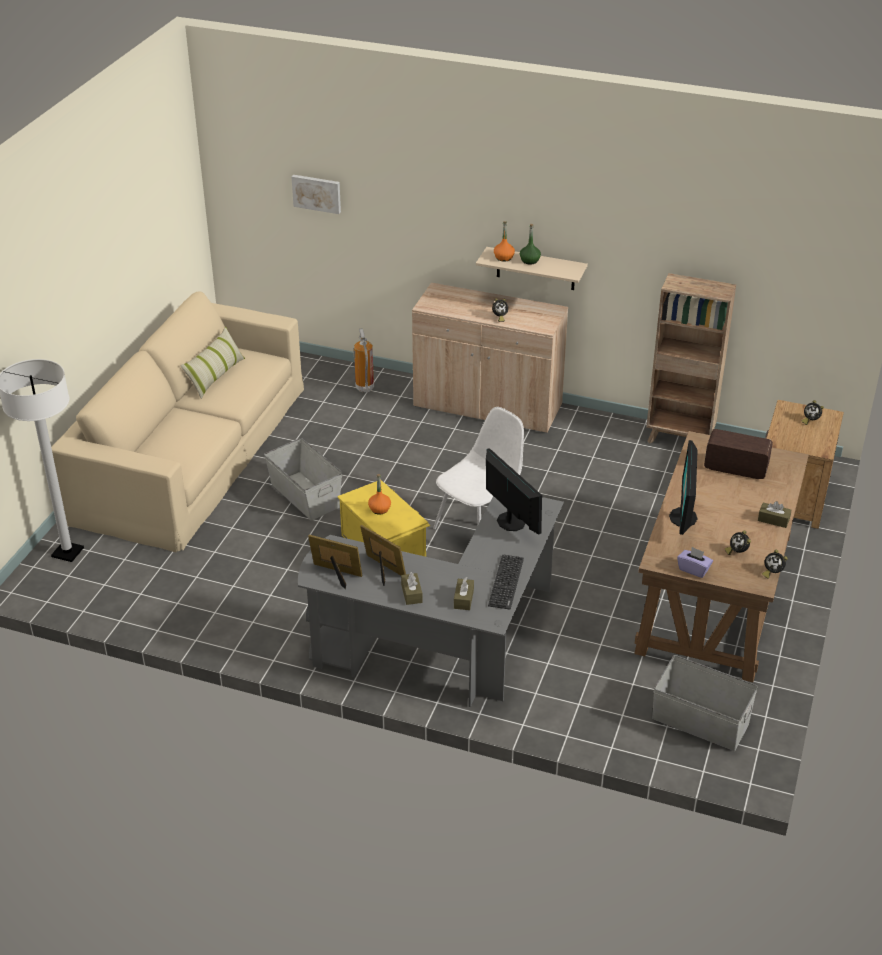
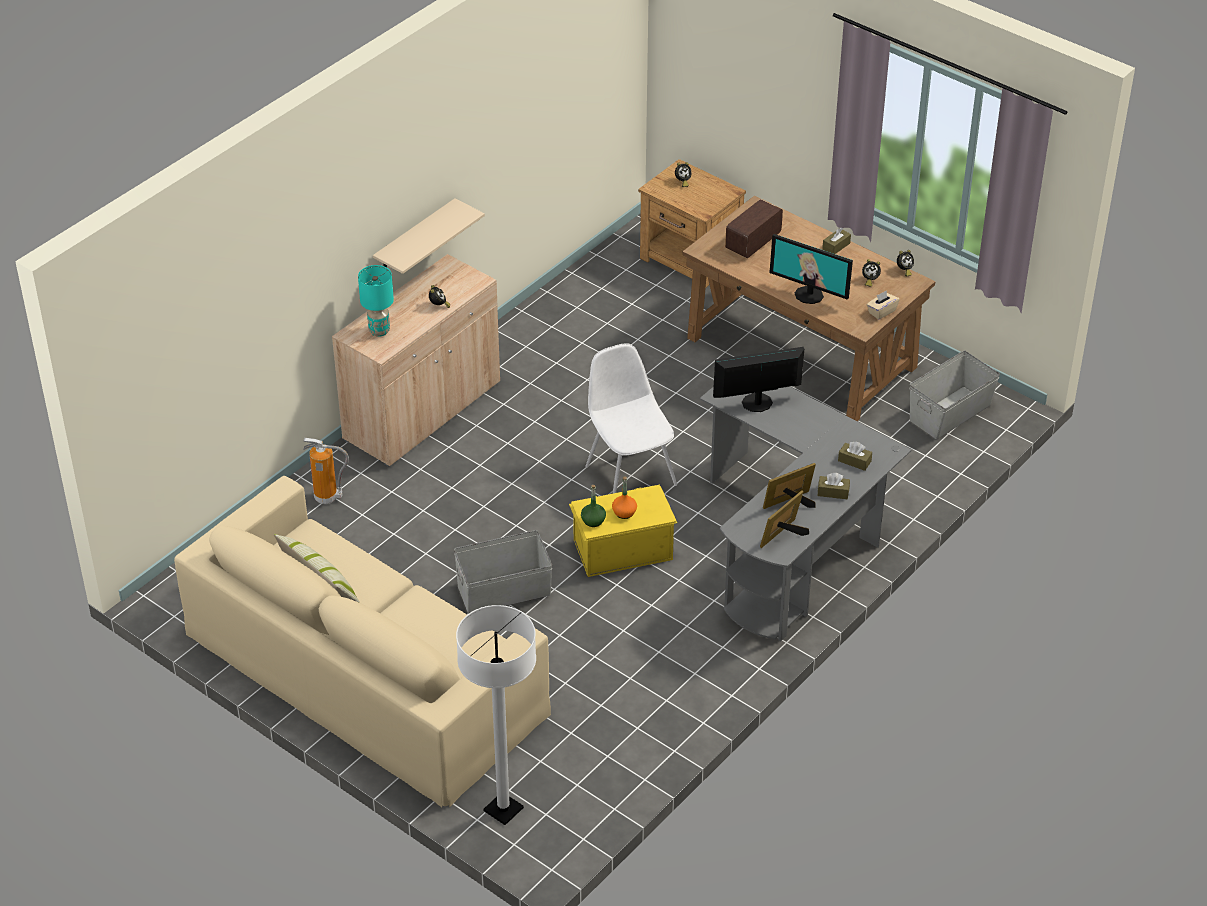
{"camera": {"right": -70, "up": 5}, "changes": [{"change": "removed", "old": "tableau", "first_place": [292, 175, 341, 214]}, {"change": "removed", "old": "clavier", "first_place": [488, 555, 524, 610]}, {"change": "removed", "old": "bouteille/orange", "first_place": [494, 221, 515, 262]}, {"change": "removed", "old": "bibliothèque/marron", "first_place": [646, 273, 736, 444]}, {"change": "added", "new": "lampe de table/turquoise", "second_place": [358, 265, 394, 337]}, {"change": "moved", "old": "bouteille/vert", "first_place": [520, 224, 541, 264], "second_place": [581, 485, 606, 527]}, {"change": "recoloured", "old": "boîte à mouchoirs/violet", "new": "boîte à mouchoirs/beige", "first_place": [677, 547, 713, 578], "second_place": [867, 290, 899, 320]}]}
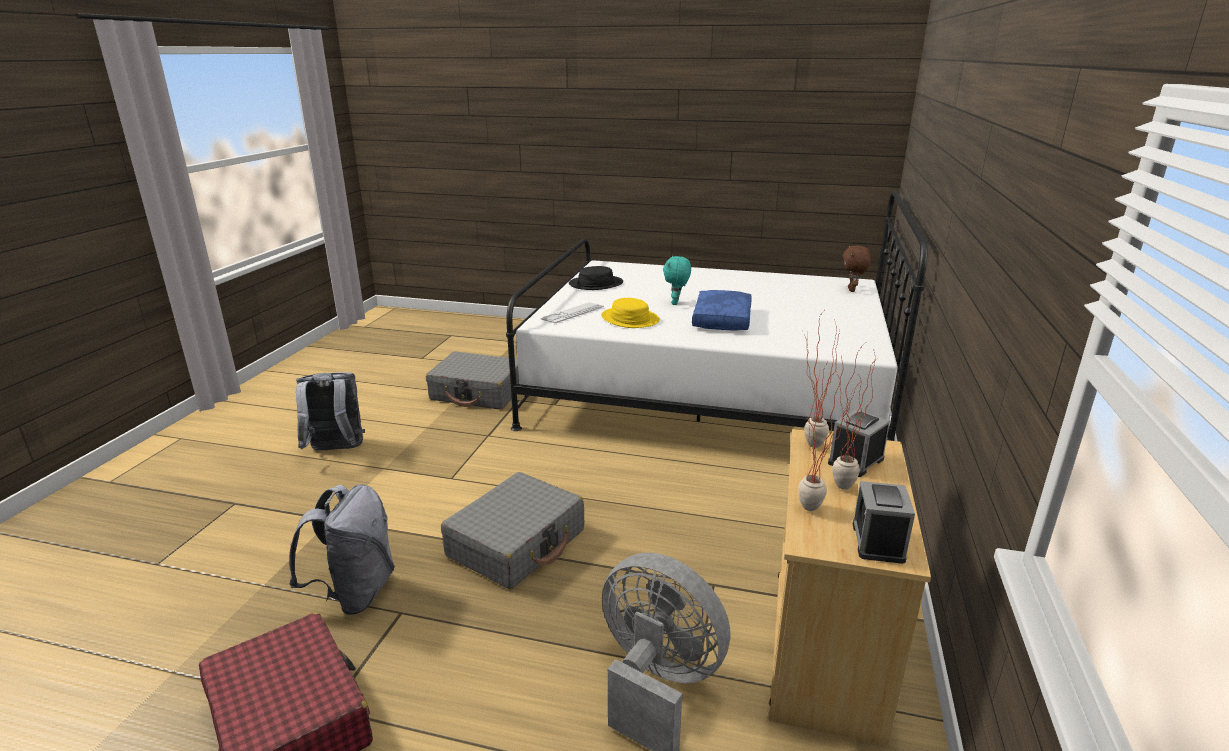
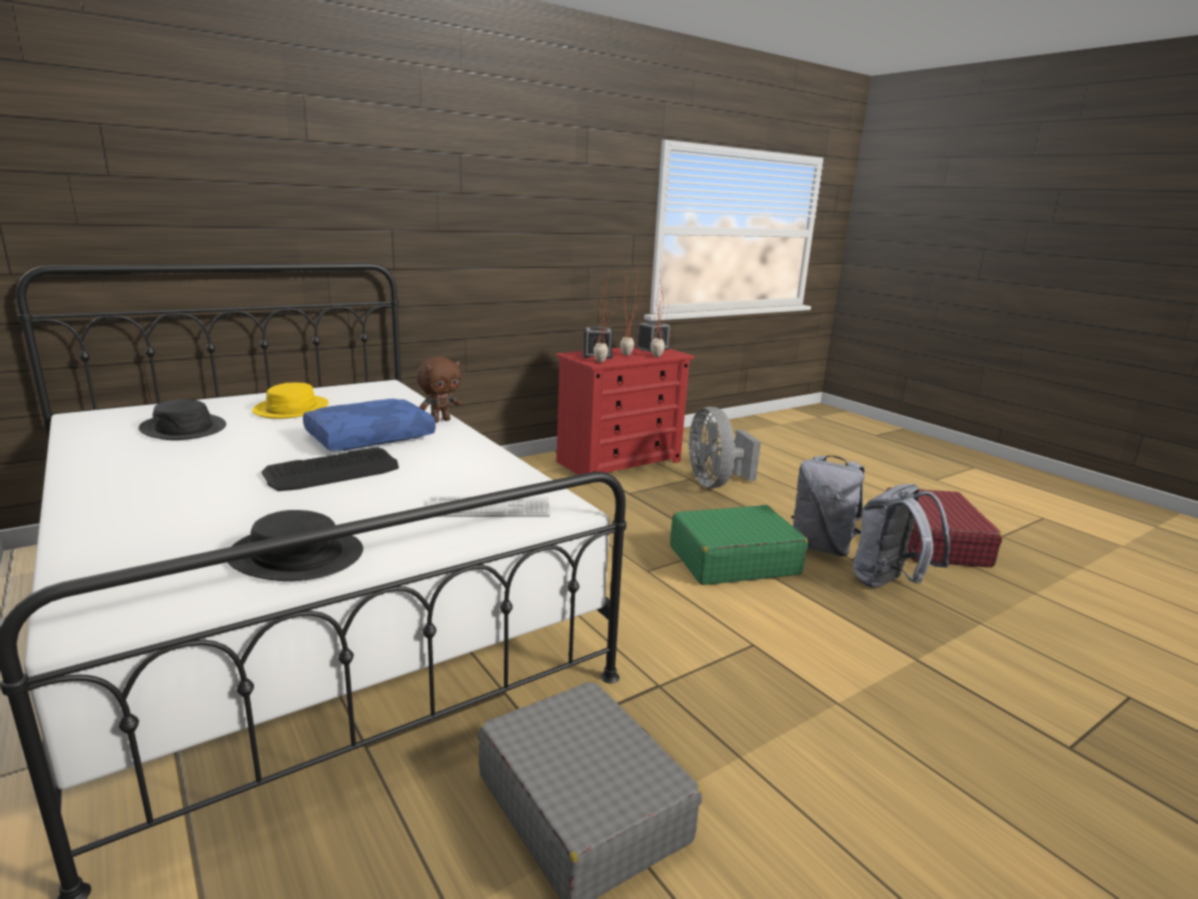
{"camera": {"right": -140, "up": -5}, "changes": [{"change": "added", "new": "chapeau/noir", "second_place": [139, 399, 226, 440]}, {"change": "moved", "old": "sac à dos/gris", "first_place": [296, 372, 365, 451], "second_place": [792, 455, 864, 556]}, {"change": "moved", "old": "chapeau/jaune", "first_place": [601, 298, 660, 328], "second_place": [252, 383, 329, 419]}, {"change": "moved", "old": "peluche/marron", "first_place": [843, 245, 871, 292], "second_place": [416, 357, 461, 423]}, {"change": "replaced", "old": "peluche/turquoise", "new": "clavier", "first_place": [663, 256, 691, 305], "second_place": [262, 448, 399, 491]}, {"change": "recoloured", "old": "valise/gris", "new": "valise/vert", "first_place": [441, 472, 584, 589], "second_place": [670, 505, 808, 585]}, {"change": "recoloured", "old": "commode/beige", "new": "commode/rouge", "first_place": [769, 429, 931, 746], "second_place": [556, 346, 695, 475]}]}
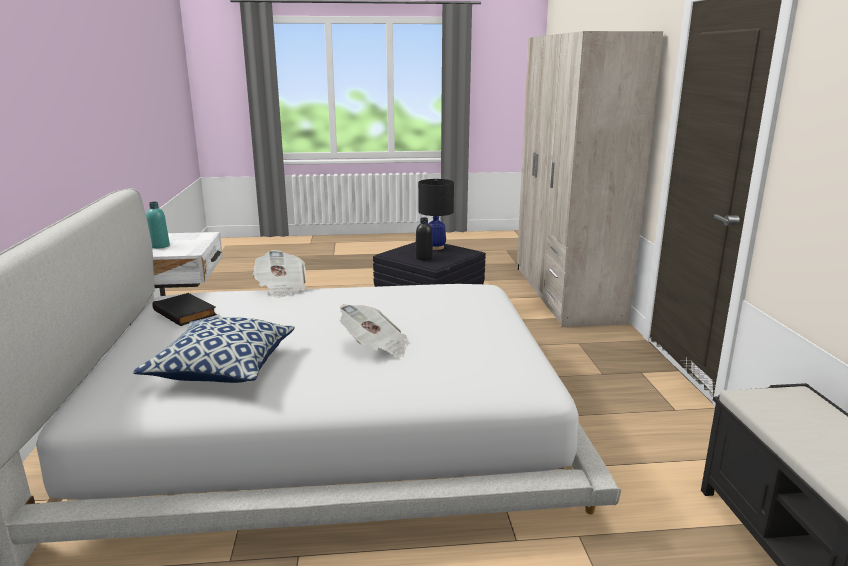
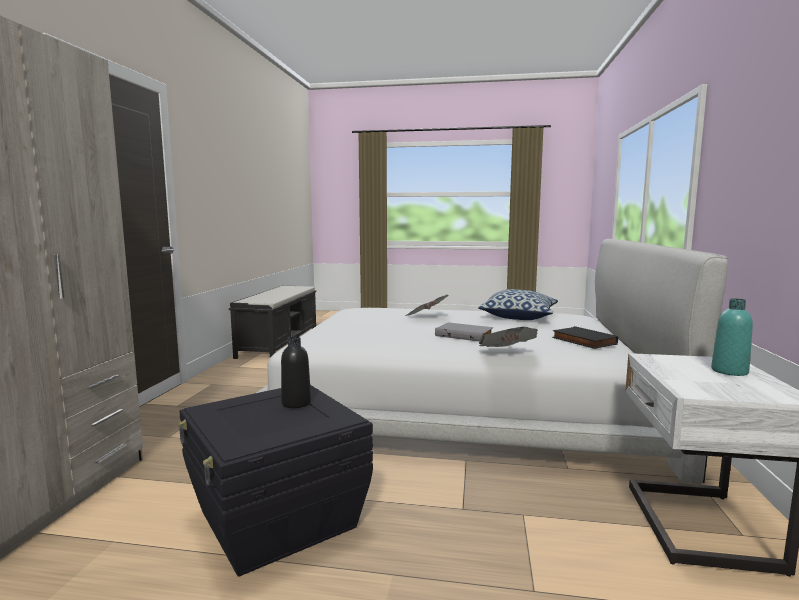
{"camera": {"right": -165, "up": -10}, "changes": [{"change": "removed", "old": "lampe de table/noir", "first_place": [418, 179, 454, 250]}, {"change": "added", "new": "livre/gris", "second_place": [435, 322, 493, 341]}]}
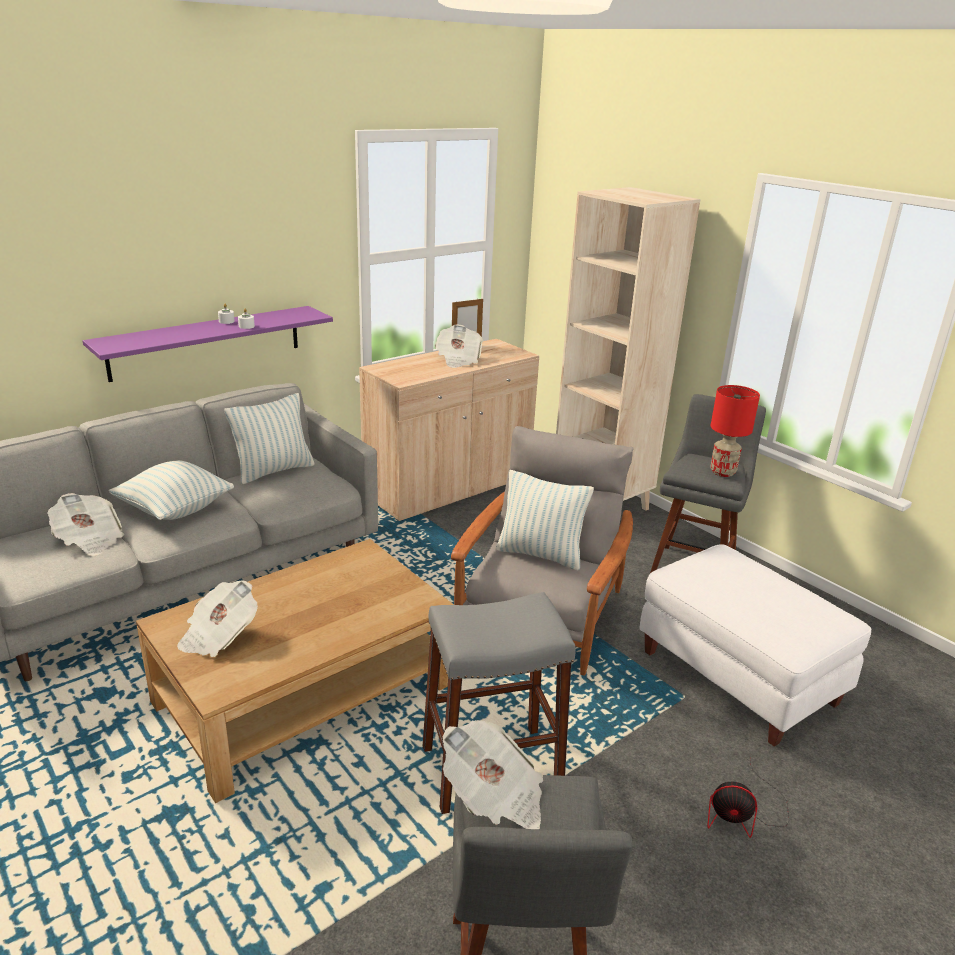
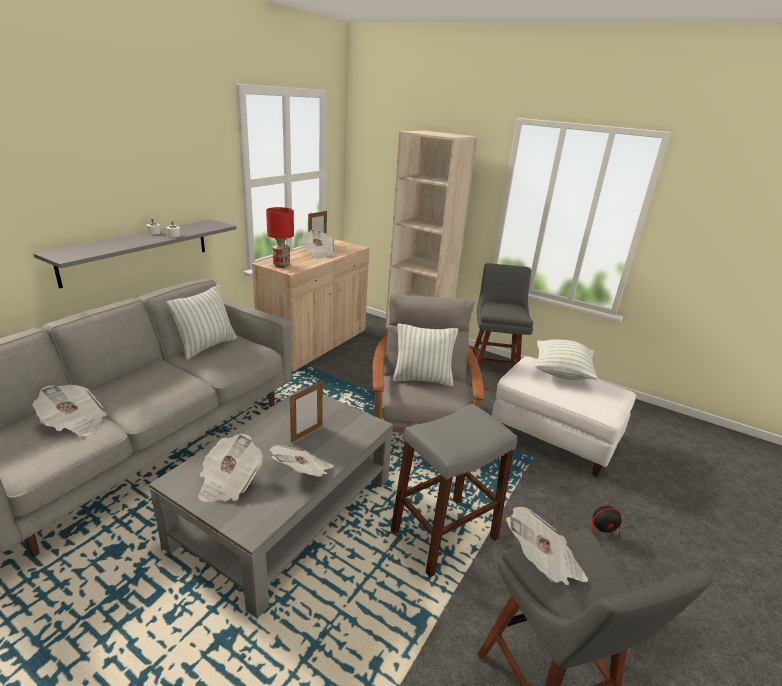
{"camera": {"right": -20, "up": 0}, "changes": [{"change": "added", "new": "journal", "second_place": [270, 445, 334, 477]}, {"change": "added", "new": "cadre photo", "second_place": [290, 381, 323, 443]}, {"change": "moved", "old": "coussin", "first_place": [109, 460, 234, 520], "second_place": [535, 339, 597, 380]}, {"change": "moved", "old": "lampe de table/rouge", "first_place": [710, 385, 760, 477], "second_place": [266, 207, 294, 268]}, {"change": "recoloured", "old": "étagère/violet", "new": "étagère/gris", "first_place": [82, 306, 333, 382], "second_place": [33, 219, 237, 288]}, {"change": "recoloured", "old": "table basse/marron", "new": "table basse/gris", "first_place": [136, 539, 454, 803], "second_place": [149, 386, 393, 618]}]}
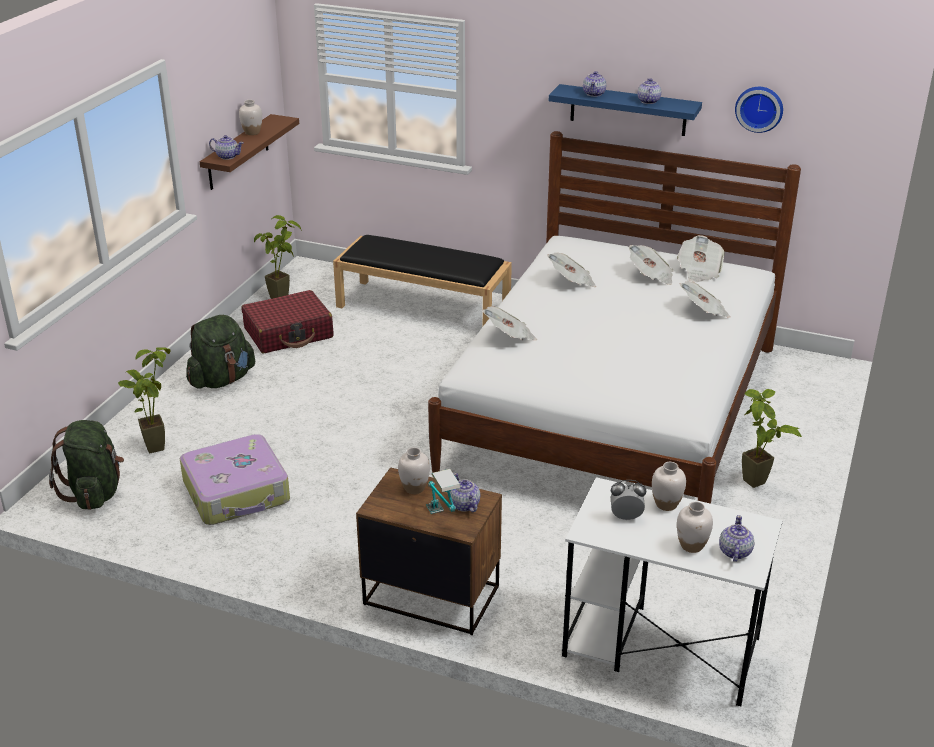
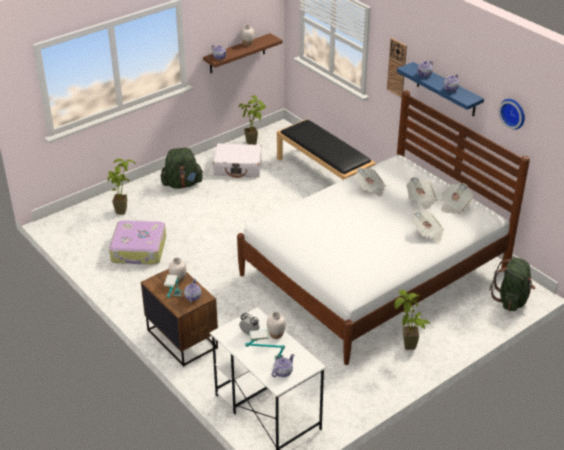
{"camera": {"right": 30, "up": 5}, "changes": [{"change": "removed", "old": "journal", "first_place": [482, 307, 538, 340]}, {"change": "added", "new": "horloge murale", "second_place": [387, 38, 407, 98]}, {"change": "moved", "old": "sac à dos/vert", "first_place": [49, 420, 124, 510], "second_place": [490, 258, 535, 311]}, {"change": "replaced", "old": "vase/blanc", "new": "lampe de table", "first_place": [677, 502, 713, 553], "second_place": [245, 330, 285, 361]}, {"change": "recoloured", "old": "valise/rouge", "new": "valise/blanc", "first_place": [241, 290, 333, 353], "second_place": [213, 143, 262, 178]}]}
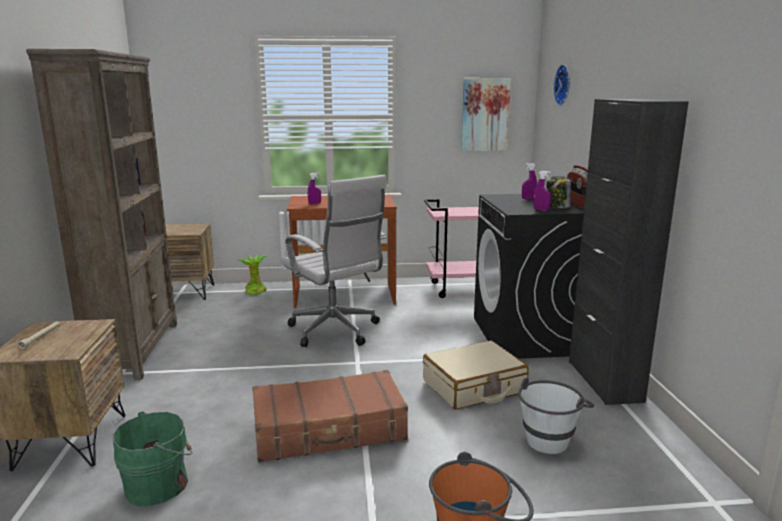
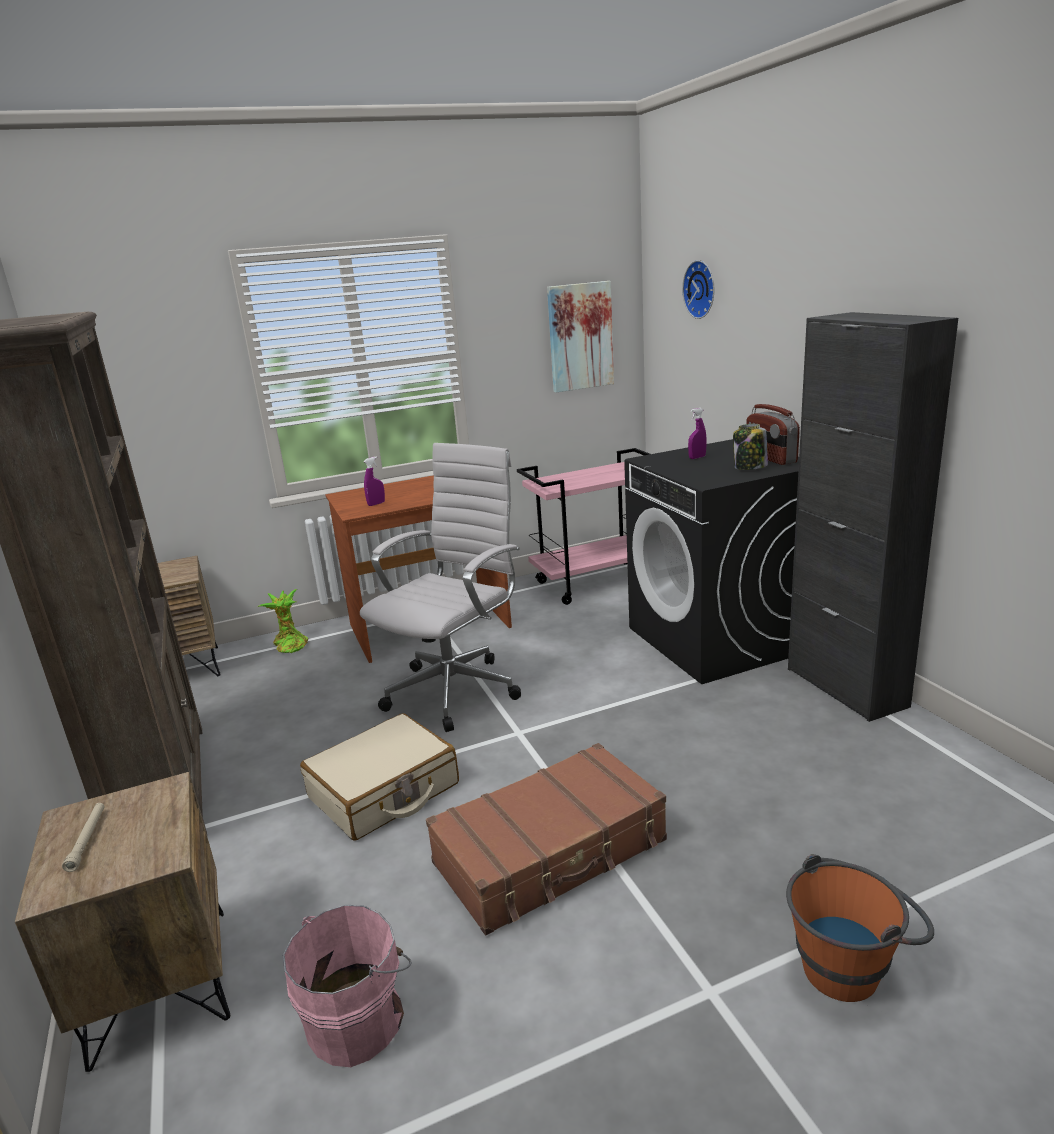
{"camera": {"right": -15, "up": 5}, "changes": [{"change": "removed", "old": "seau/blanc", "first_place": [518, 378, 594, 454]}, {"change": "removed", "old": "vaporisateur/violet", "first_place": [533, 171, 551, 211]}, {"change": "moved", "old": "valise/beige", "first_place": [423, 341, 529, 409], "second_place": [300, 713, 459, 840]}, {"change": "recoloured", "old": "seau/vert", "new": "seau/rose", "first_place": [113, 411, 192, 507], "second_place": [283, 905, 412, 1067]}, {"change": "turned", "old": "chaise de bureau/blanc", "first_place": [281, 175, 387, 347], "second_place": [360, 443, 521, 732], "degrees": -90}]}
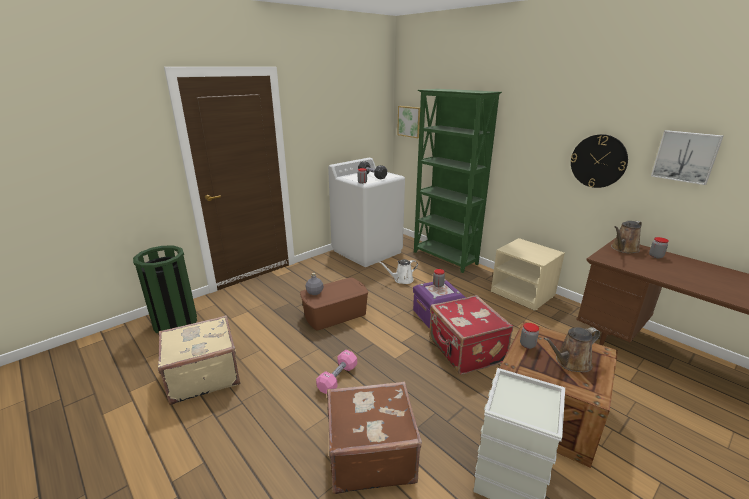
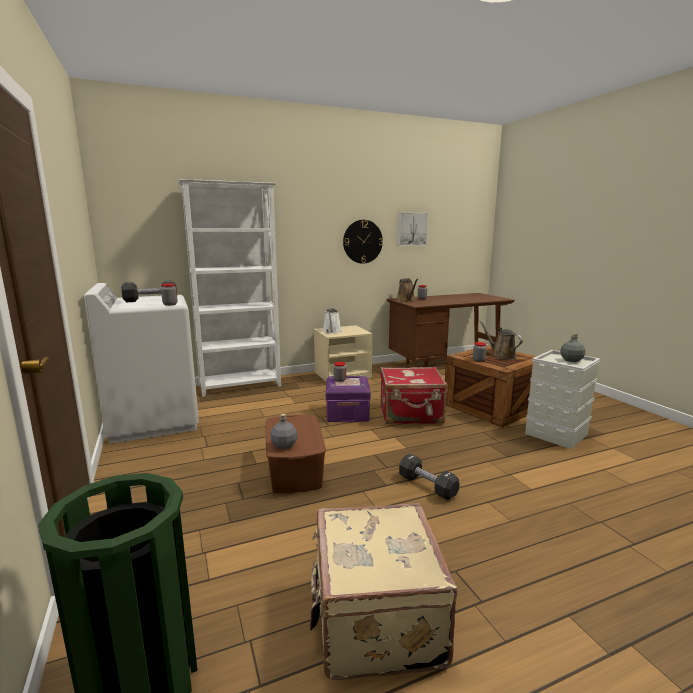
{"camera": {"right": -70, "up": -10}, "changes": [{"change": "removed", "old": "valise/marron", "first_place": [327, 381, 422, 494]}, {"change": "removed", "old": "tableau", "first_place": [397, 106, 420, 138]}, {"change": "added", "new": "bouteille/gris", "second_place": [560, 333, 585, 362]}, {"change": "moved", "old": "arrosoir/blanc", "first_place": [378, 259, 418, 284], "second_place": [322, 309, 342, 334]}, {"change": "recoloured", "old": "haltère/rose", "new": "haltère/noir", "first_place": [316, 350, 357, 394], "second_place": [399, 454, 460, 500]}, {"change": "recoloured", "old": "bibliothèque/vert", "new": "bibliothèque/blanc", "first_place": [414, 89, 502, 273], "second_place": [178, 179, 281, 397]}, {"change": "turned", "old": "arrosoir/marron", "first_place": [543, 327, 600, 372], "second_place": [479, 321, 523, 360], "degrees": 150}]}
